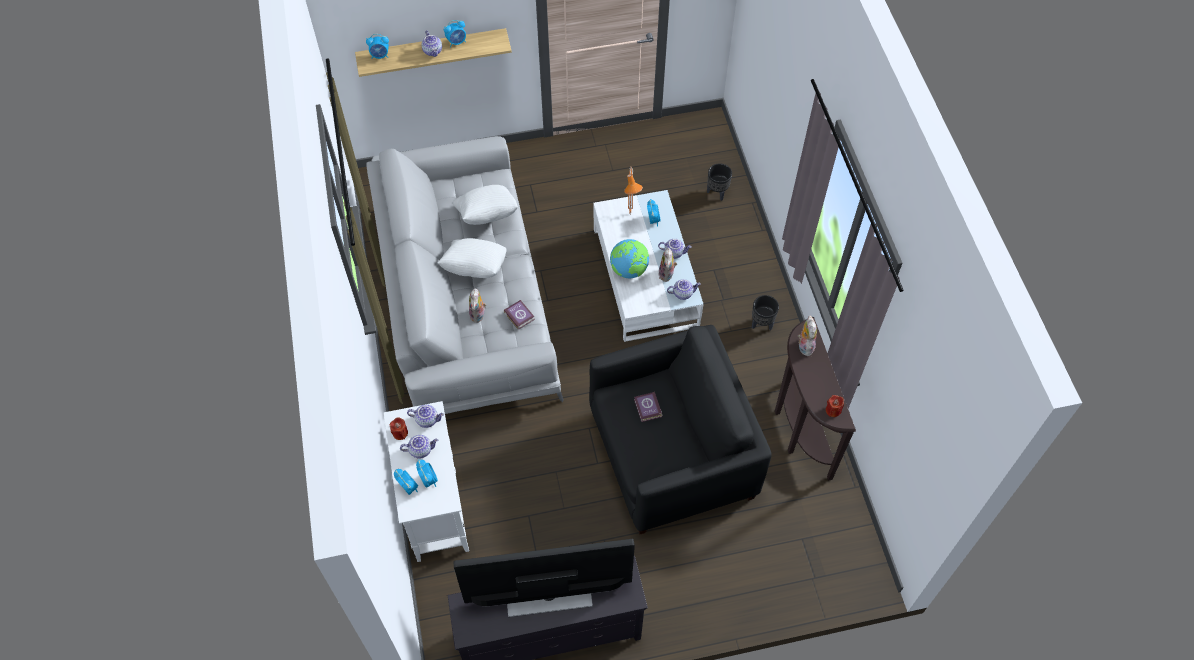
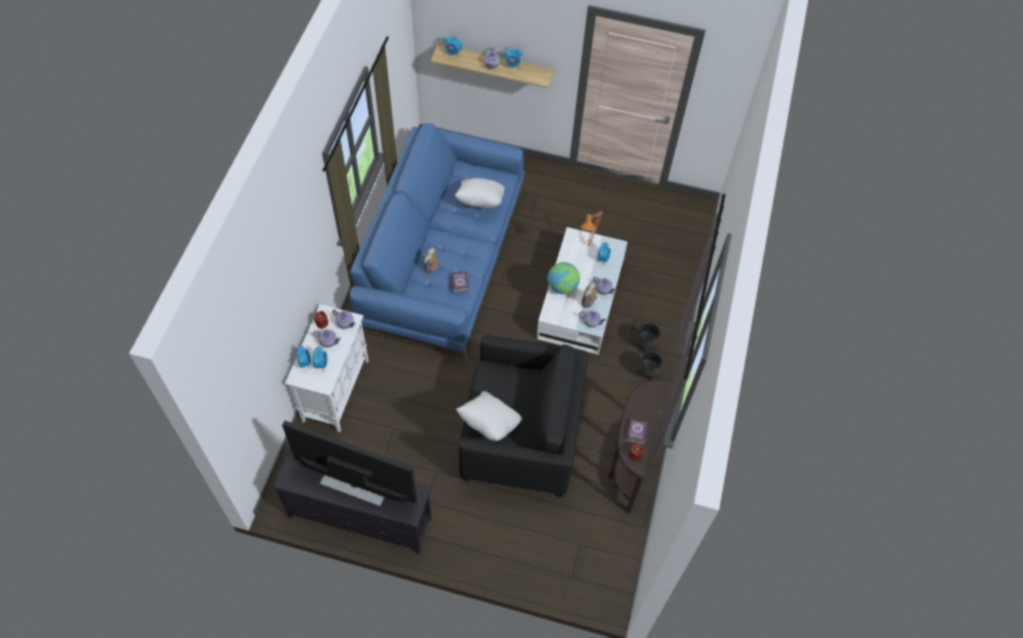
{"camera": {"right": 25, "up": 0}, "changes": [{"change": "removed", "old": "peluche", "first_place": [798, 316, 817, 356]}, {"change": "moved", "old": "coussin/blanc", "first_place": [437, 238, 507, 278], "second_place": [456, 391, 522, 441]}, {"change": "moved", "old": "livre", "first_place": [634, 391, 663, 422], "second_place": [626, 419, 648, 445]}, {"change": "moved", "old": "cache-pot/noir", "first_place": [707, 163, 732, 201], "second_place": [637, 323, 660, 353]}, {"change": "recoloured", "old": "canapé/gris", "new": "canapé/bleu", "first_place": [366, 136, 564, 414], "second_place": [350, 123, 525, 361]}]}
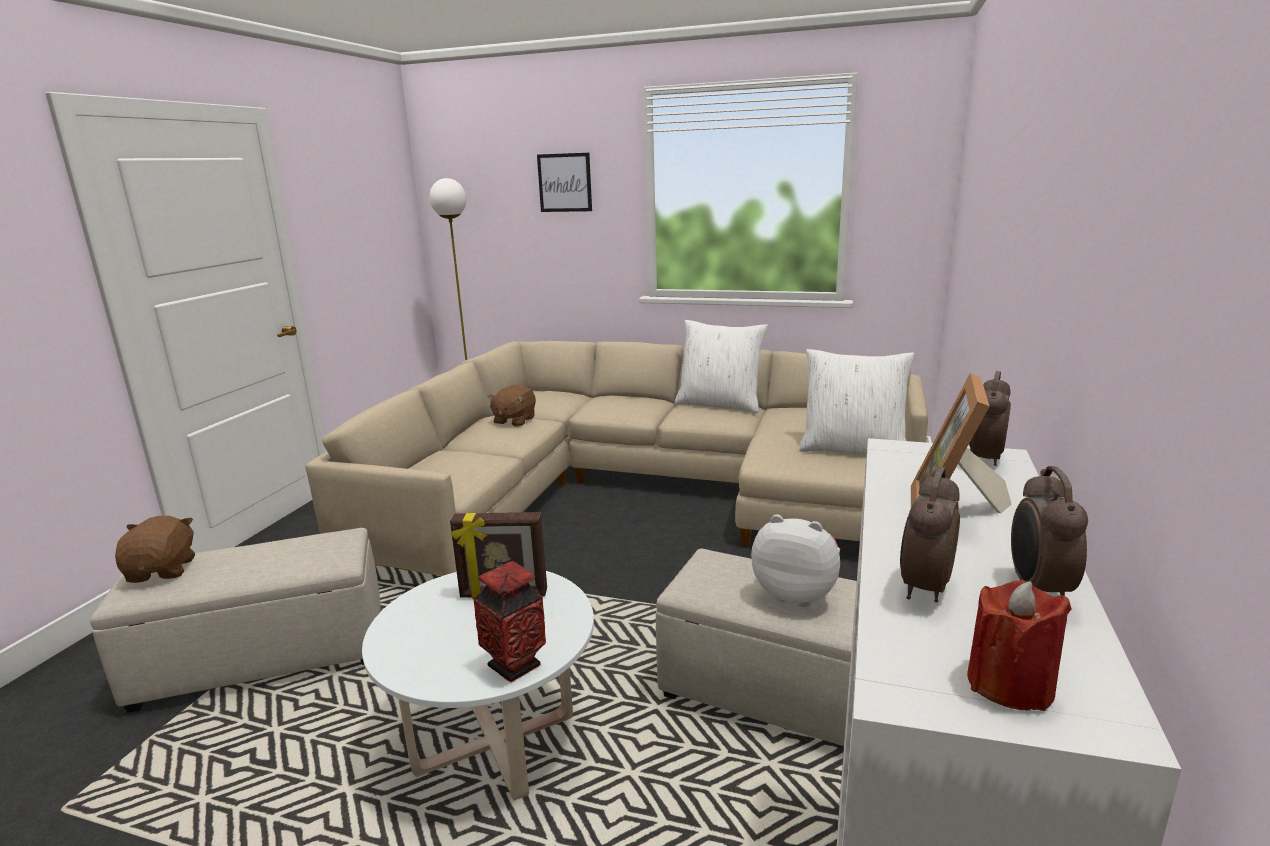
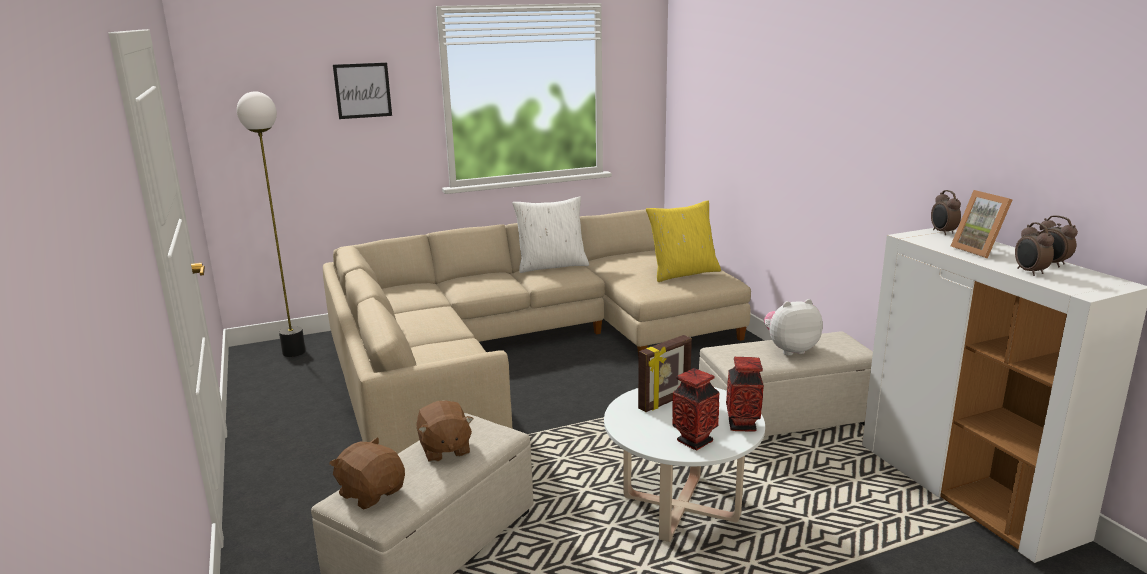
{"camera": {"right": -40, "up": 0}, "changes": [{"change": "removed", "old": "bougie/rouge", "first_place": [967, 580, 1072, 711]}, {"change": "added", "new": "vase", "second_place": [672, 368, 720, 450]}, {"change": "moved", "old": "peluche/marron", "first_place": [487, 384, 536, 427], "second_place": [417, 401, 473, 462]}, {"change": "recoloured", "old": "coussin/blanc", "new": "coussin/jaune", "first_place": [799, 349, 915, 454], "second_place": [646, 200, 721, 282]}]}
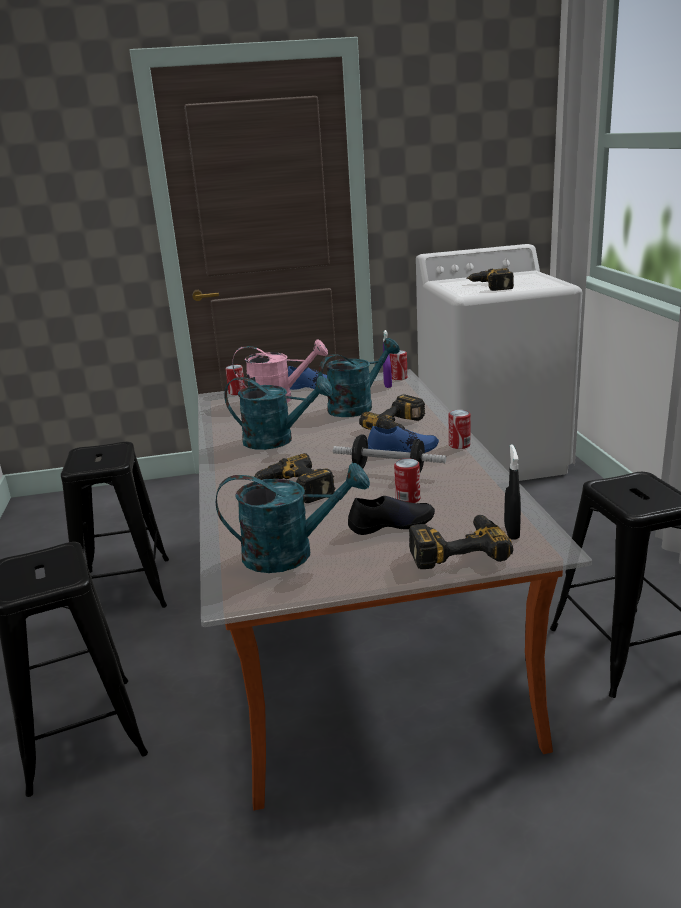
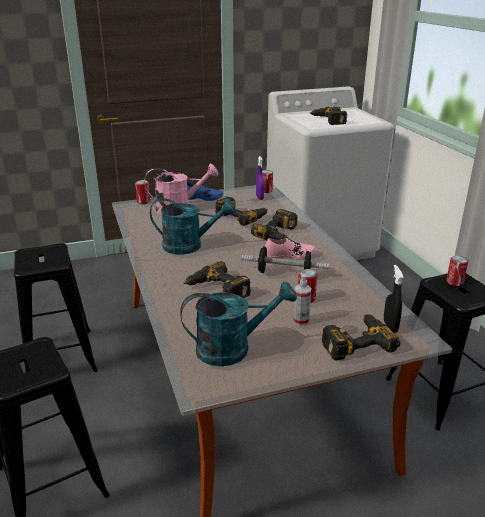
{"camera": {"right": -10, "up": 5}, "changes": [{"change": "moved", "old": "boîte métallique", "first_place": [449, 410, 471, 449], "second_place": [446, 256, 468, 286]}, {"change": "replaced", "old": "arrosoir/turquoise", "new": "perceuse", "first_place": [318, 338, 400, 417], "second_place": [215, 197, 268, 226]}, {"change": "replaced", "old": "chaussure/noir", "new": "vaporisateur", "first_place": [348, 496, 435, 535], "second_place": [293, 274, 311, 326]}, {"change": "recoloured", "old": "chaussure/bleu", "new": "chaussure/rose", "first_place": [368, 426, 439, 453], "second_place": [265, 238, 316, 259]}]}
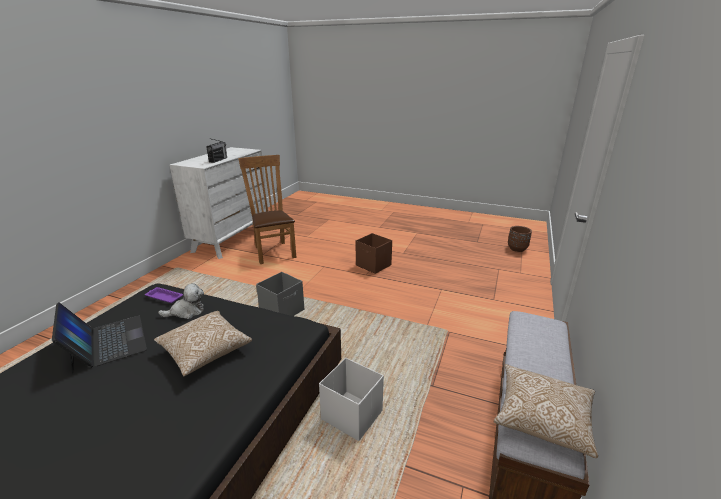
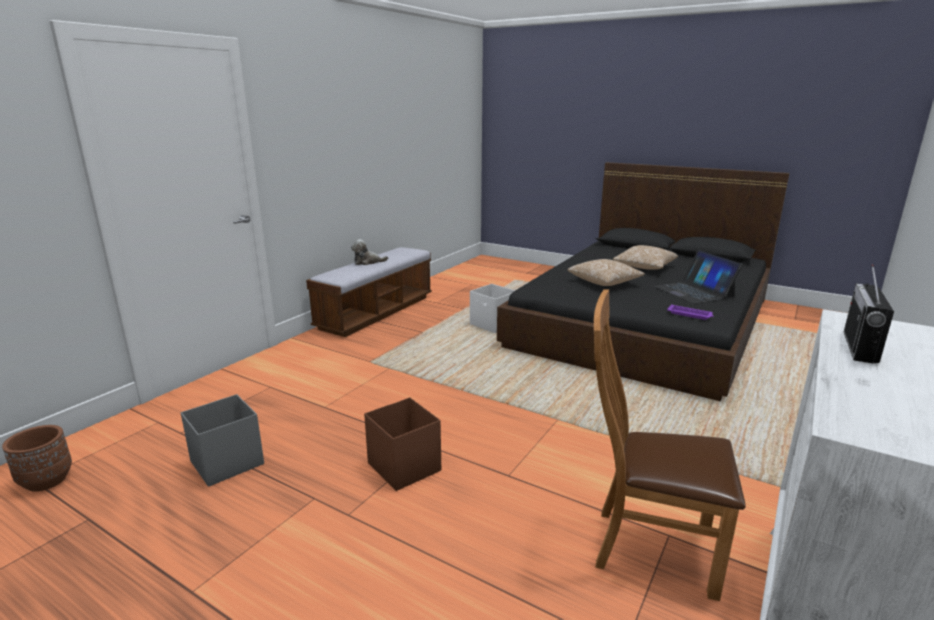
{"camera": {"right": -170, "up": -5}, "changes": [{"change": "moved", "old": "peluche", "first_place": [158, 283, 204, 319], "second_place": [351, 239, 388, 265]}, {"change": "moved", "old": "boîte de rangement/gris", "first_place": [256, 272, 304, 316], "second_place": [181, 394, 264, 487]}, {"change": "moved", "old": "coussin", "first_place": [494, 364, 598, 458], "second_place": [613, 245, 678, 270]}, {"change": "turned", "old": "chaise/marron", "first_place": [238, 155, 296, 264], "second_place": [594, 289, 746, 601], "degrees": 120}]}
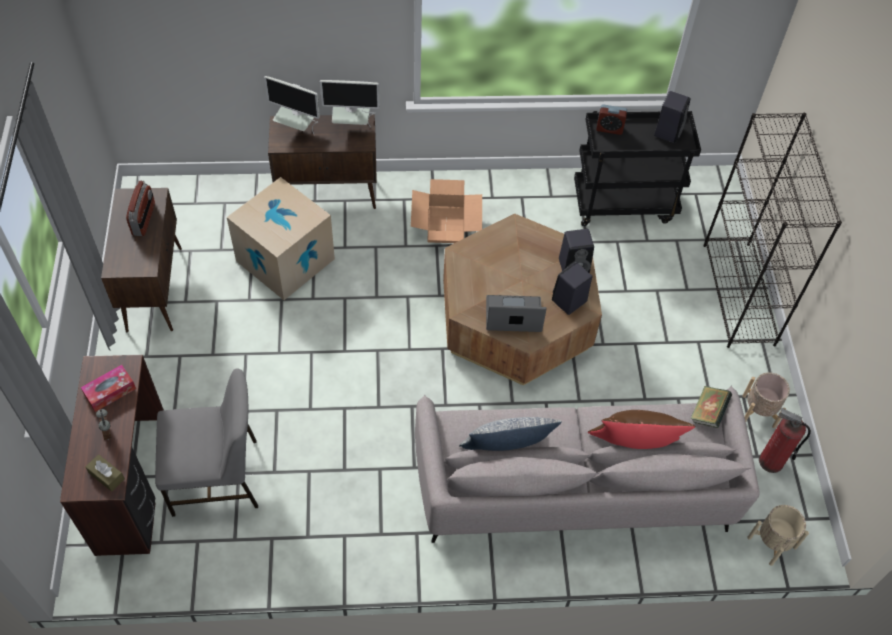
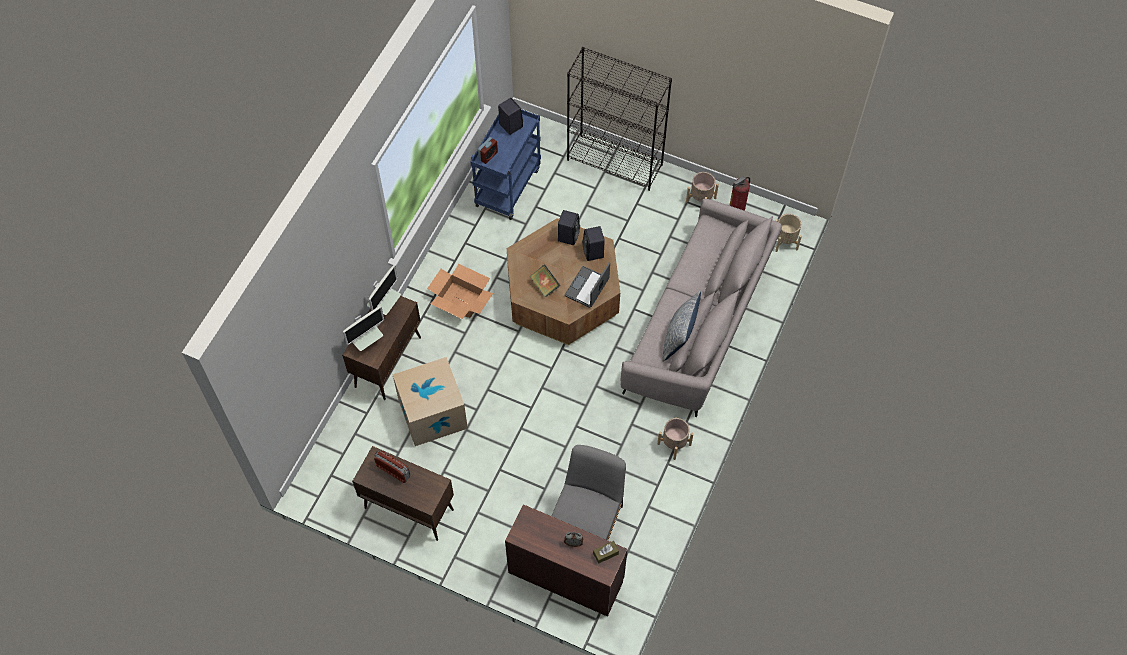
{"camera": {"right": -60, "up": 5}, "changes": [{"change": "removed", "old": "boîte à mouchoirs", "first_place": [80, 365, 136, 412]}, {"change": "removed", "old": "coussin/marron", "first_place": [588, 410, 696, 449]}, {"change": "added", "new": "cache-pot/beige", "second_place": [657, 418, 694, 460]}, {"change": "moved", "old": "livre", "first_place": [690, 386, 732, 428], "second_place": [530, 265, 561, 297]}, {"change": "recoloured", "old": "chariot/noir", "new": "chariot/bleu", "first_place": [574, 111, 701, 226], "second_place": [470, 109, 541, 220]}]}
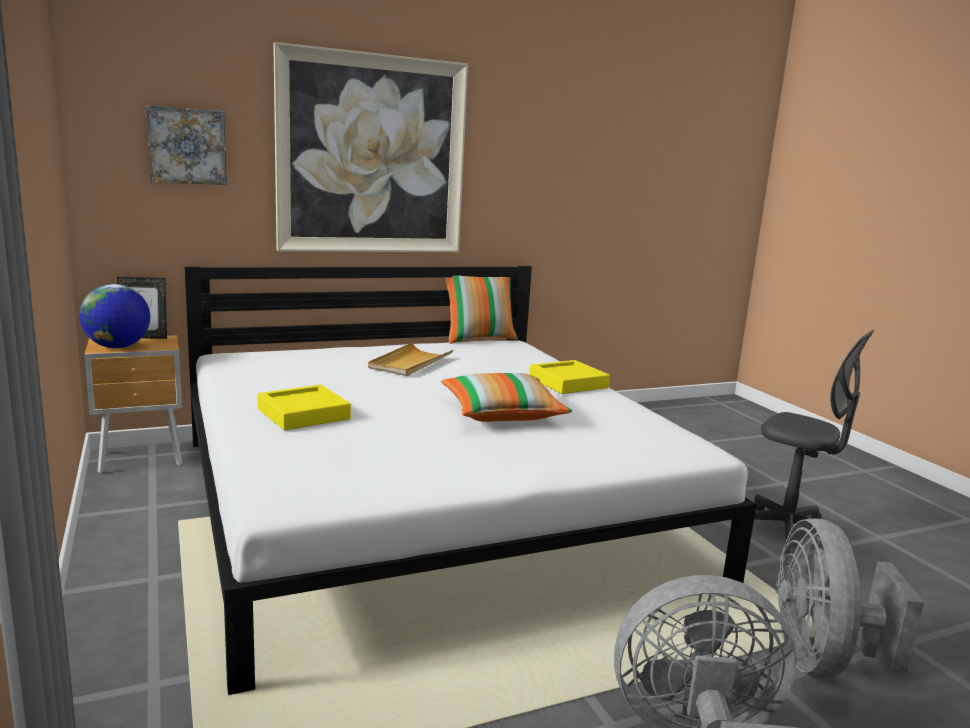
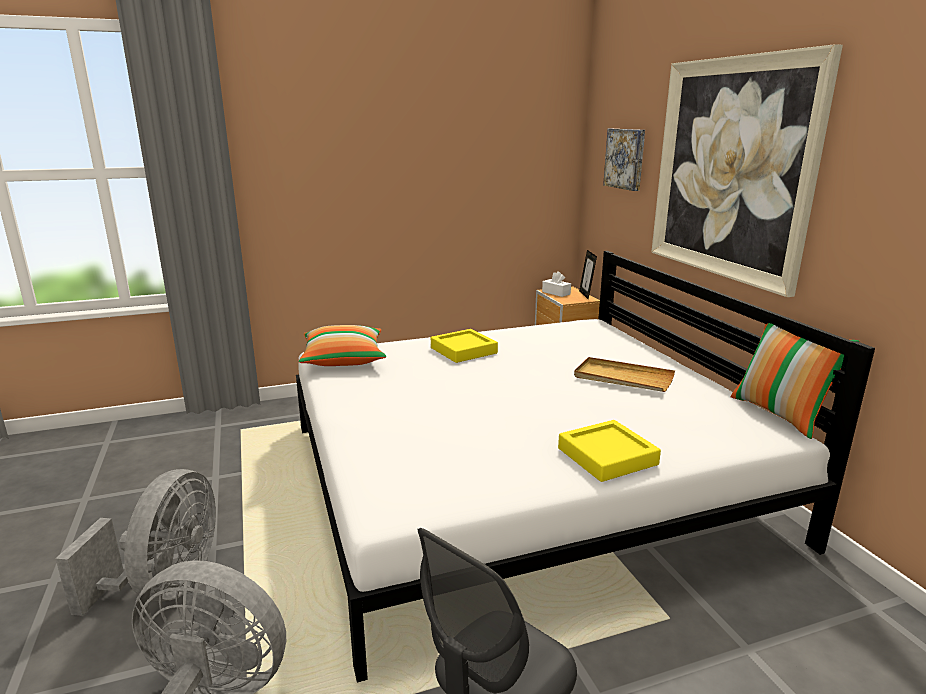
{"camera": {"right": 95, "up": 5}, "changes": [{"change": "moved", "old": "coussin", "first_place": [441, 373, 572, 422], "second_place": [299, 325, 386, 366]}, {"change": "replaced", "old": "globe", "new": "boîte à mouchoirs/blanc", "first_place": [79, 284, 150, 348], "second_place": [542, 271, 571, 297]}]}
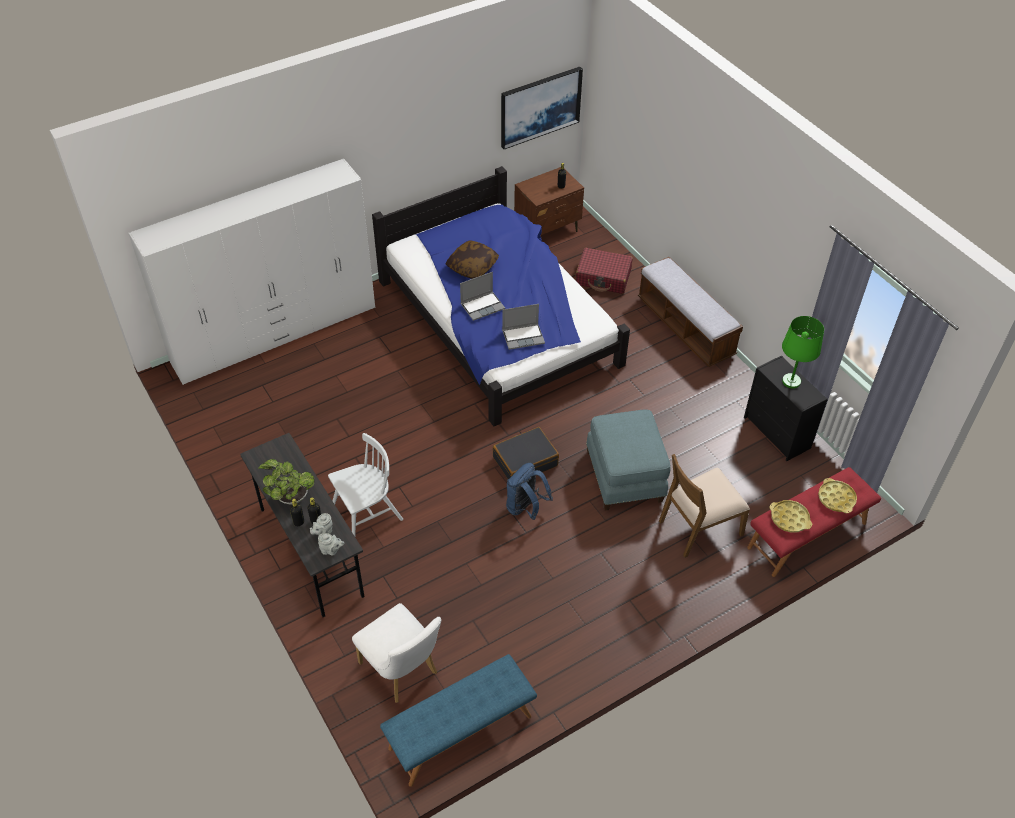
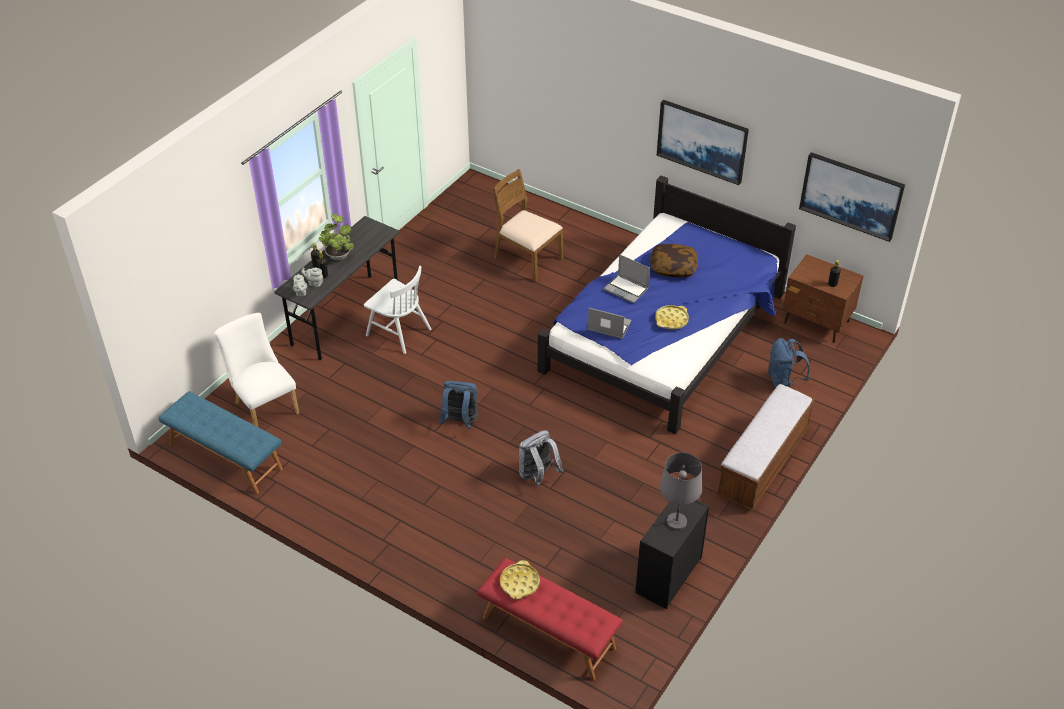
{"camera": {"right": 65, "up": -5}, "changes": [{"change": "removed", "old": "armoire/blanc", "first_place": [129, 159, 375, 385]}, {"change": "removed", "old": "valise/noir", "first_place": [493, 427, 559, 479]}, {"change": "added", "new": "tableau", "second_place": [657, 100, 749, 185]}, {"change": "moved", "old": "chaise/marron", "first_place": [659, 454, 750, 558], "second_place": [493, 169, 564, 282]}, {"change": "moved", "old": "plateau/jaune", "first_place": [818, 478, 857, 513], "second_place": [655, 305, 689, 329]}, {"change": "replaced", "old": "valise/rouge", "new": "sac à dos/bleu", "first_place": [576, 248, 633, 294], "second_place": [768, 338, 810, 388]}, {"change": "replaced", "old": "pouf/bleu", "new": "sac à dos/gris", "first_place": [586, 409, 671, 511], "second_place": [519, 430, 564, 486]}, {"change": "recoloured", "old": "lampe de table/vert", "new": "lampe de table/gris", "first_place": [782, 316, 824, 389], "second_place": [660, 453, 702, 530]}, {"change": "turned", "old": "chaise/blanc", "first_place": [352, 603, 441, 703], "second_place": [214, 313, 299, 427], "degrees": 120}, {"change": "turned", "old": "ordinateur portable", "first_place": [502, 304, 545, 350], "second_place": [588, 308, 631, 339], "degrees": 150}]}
